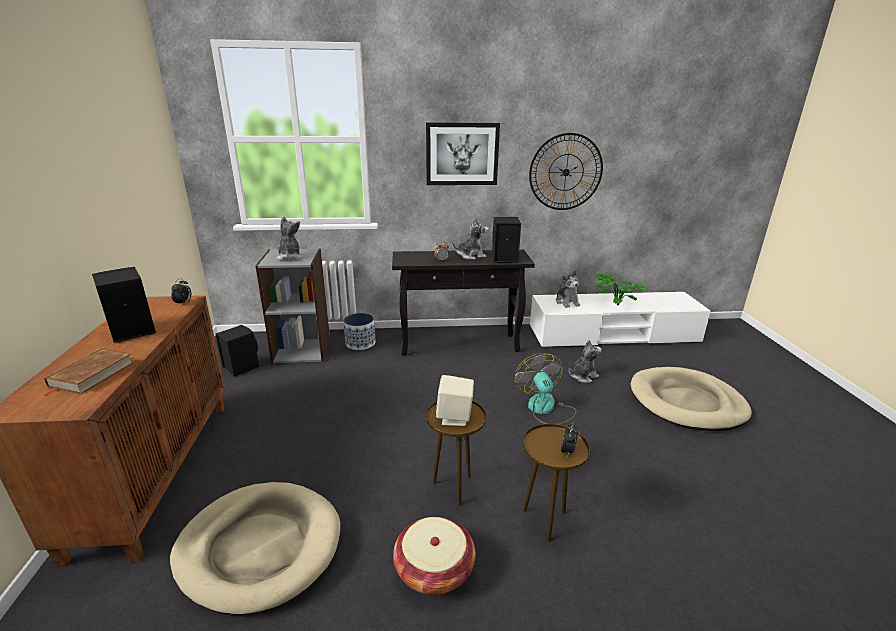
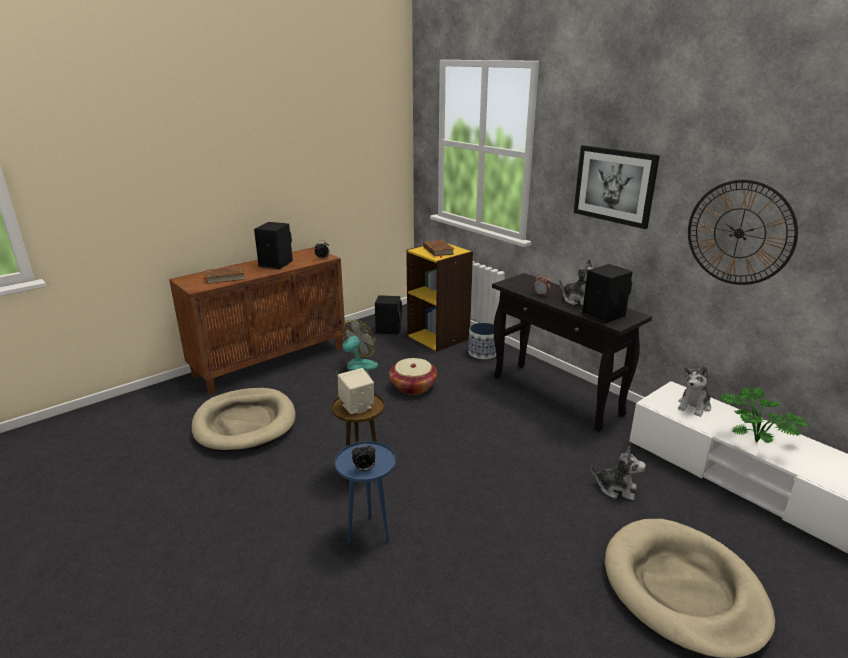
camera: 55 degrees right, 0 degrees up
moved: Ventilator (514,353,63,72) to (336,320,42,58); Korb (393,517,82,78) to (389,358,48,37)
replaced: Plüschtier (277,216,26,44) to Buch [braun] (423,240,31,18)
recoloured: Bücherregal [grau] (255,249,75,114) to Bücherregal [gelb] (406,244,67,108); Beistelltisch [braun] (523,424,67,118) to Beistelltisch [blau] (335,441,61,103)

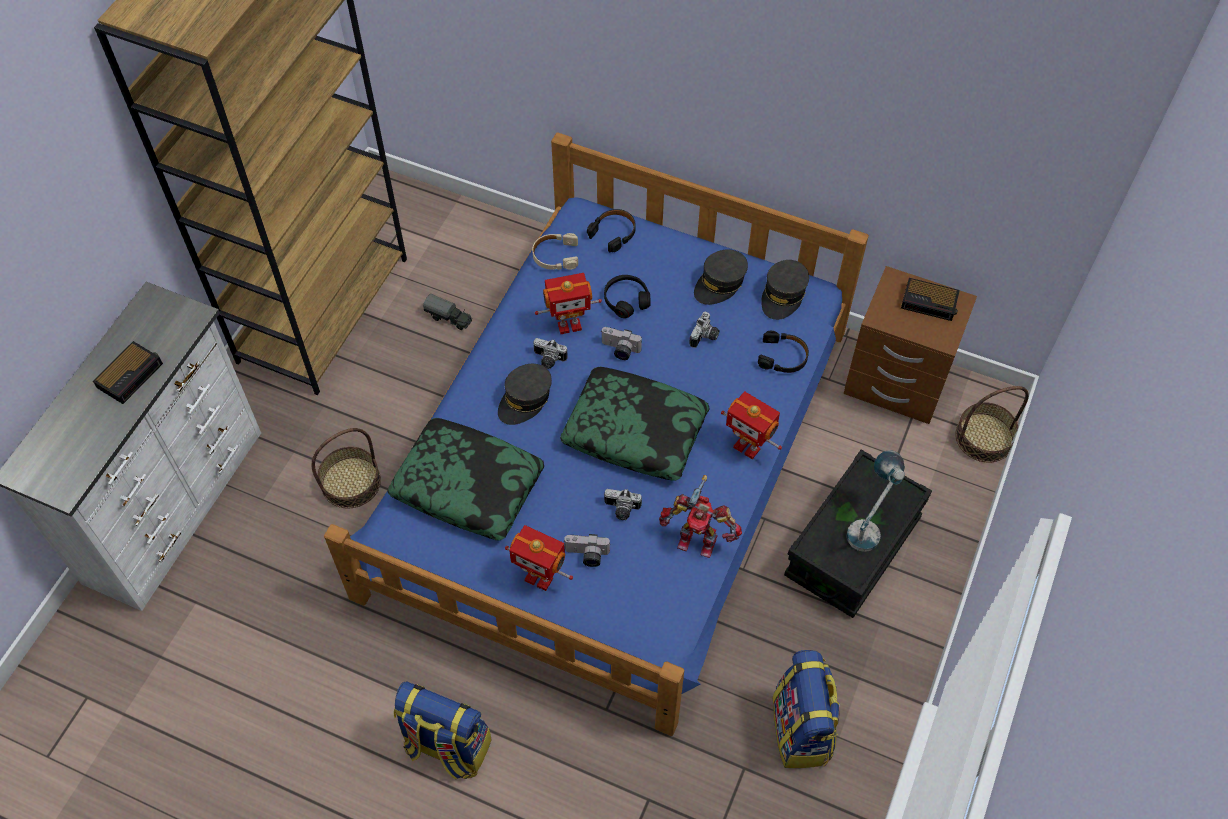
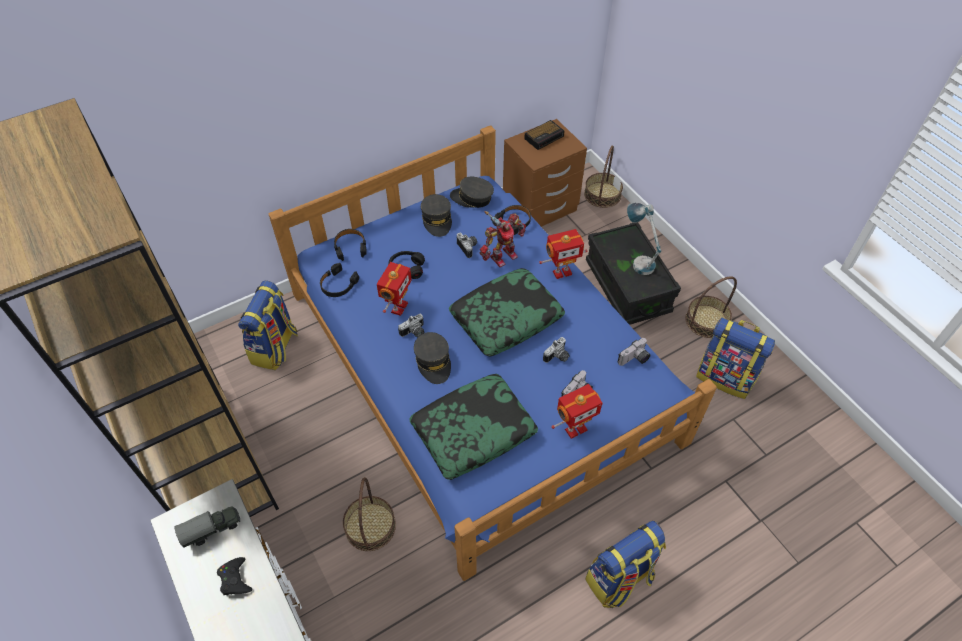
camera: 55 degrees left, 5 degrees down
added: Korb (685,276,52,62); Rucksack (238,280,60,90)
moved: Spielzeuglaster (423,294,49,36) to (174,506,66,42); Kamera (601,327,41,33) to (617,338,34,28); Spielzeugroboter (659,475,83,83) to (480,211,46,56)
replaced: Wecker (93,341,70,63) to Gamepad [schwarz] (217,557,36,38)
recoloured: Kopfhörer [beige] (532,233,46,37) to Kopfhörer [schwarz] (320,263,39,34)
turned: Kappe [grau] (761,260,48,60) = (450,177,44,31) 135 degrees clockwise

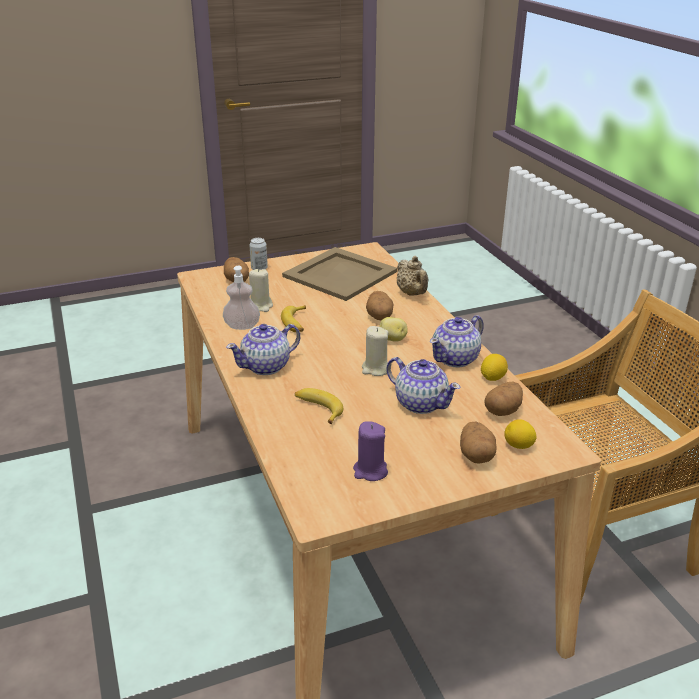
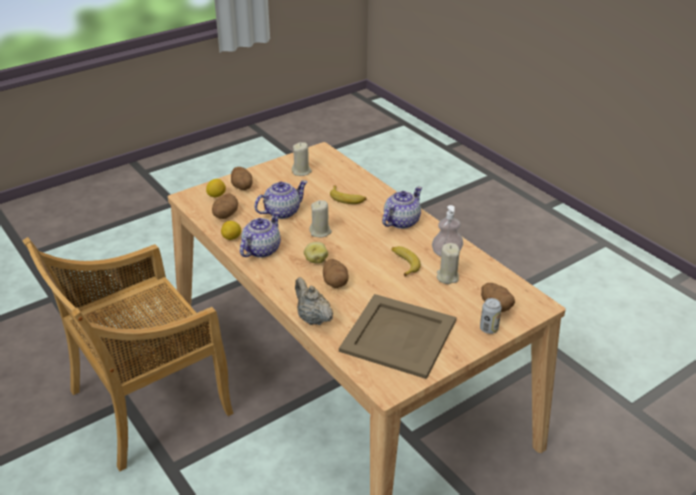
camera: 165 degrees right, 5 degrees up
recoloured: Kerze [lila] (353,421,35,60) to Kerze [beige] (292,142,20,34)
turned: Teekanne (387,357,74,57) = (254,180,54,39) 120 degrees clockwise

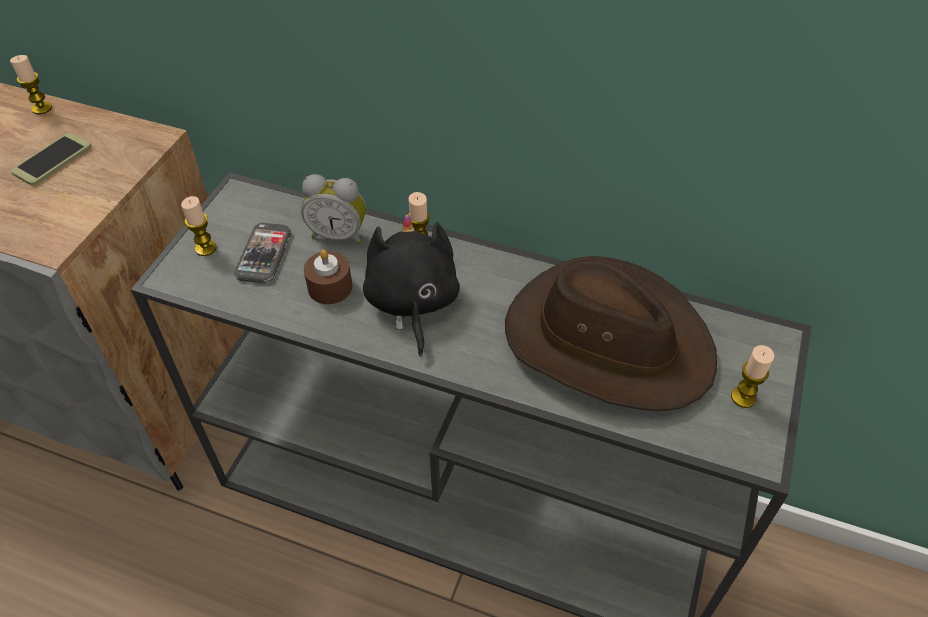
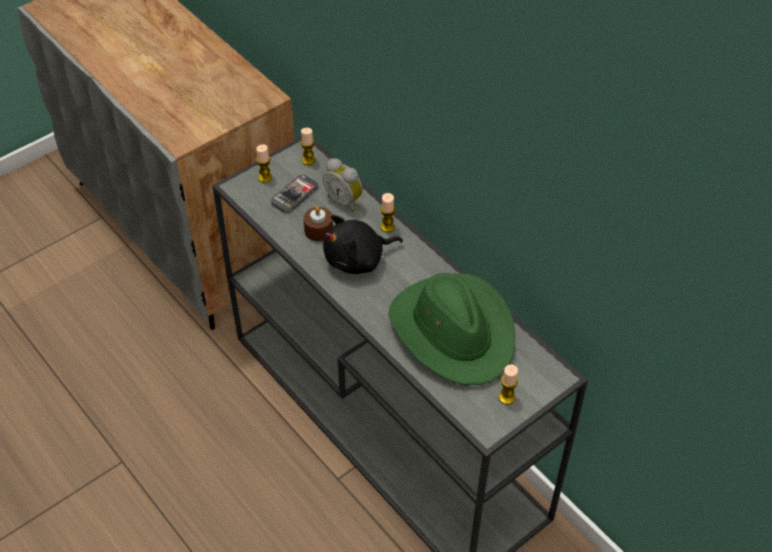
camera: 30 degrees right, 0 degrees up
removed: Handy (11,133,80,53)
moved: Kerze (10,55,42,60) to (300,128,16,37)
recoloured: Hut [braun] (505,256,212,155) to Hut [grün] (388,273,127,112)
turned: Plüschtier [schwarz] (363,214,97,143) = (323,215,80,59) 135 degrees counterclockwise

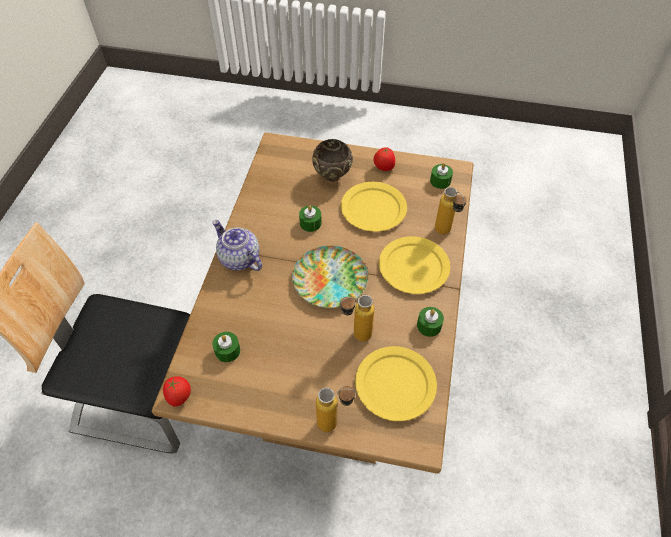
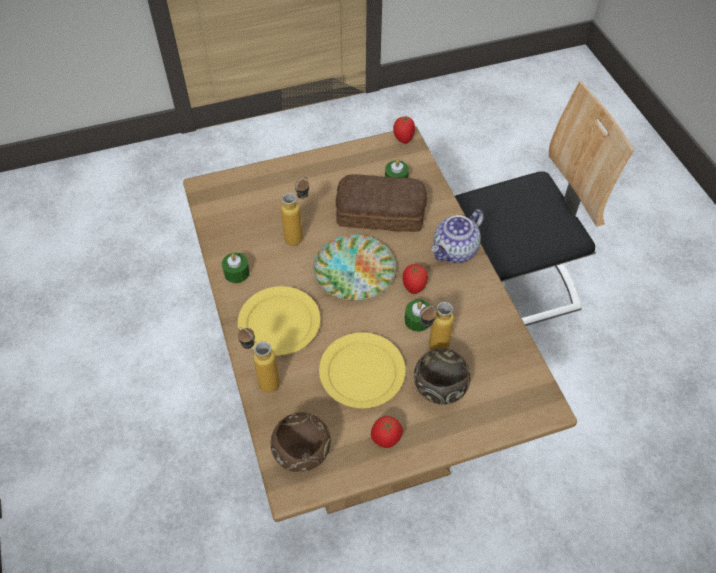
camera: 150 degrees right, 0 degrees up
removed: Teller [gelb] (355,346,82,75)
added: Brot (336,174,91,58); Tomate (403,264,25,30)
moved: Flasche (316,386,40,46) to (420,302,34,48)
replaced: Kerze [grün] (430,163,23,26) to Schüssel [braun] (271,412,60,60)
turned: Teekanne (212,220,50,51) = (431,209,53,54) 120 degrees clockwise

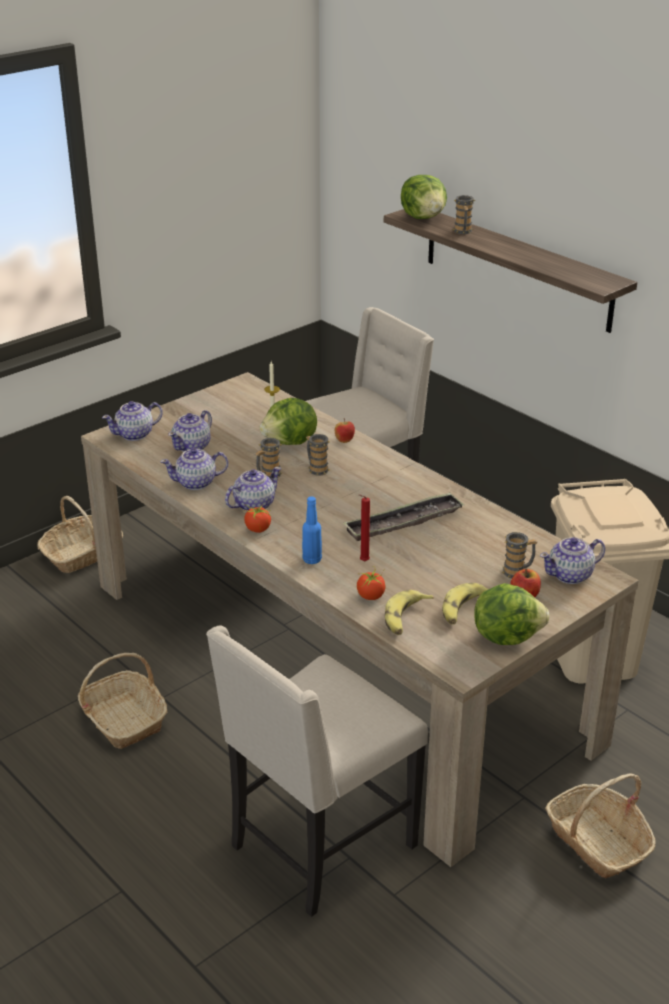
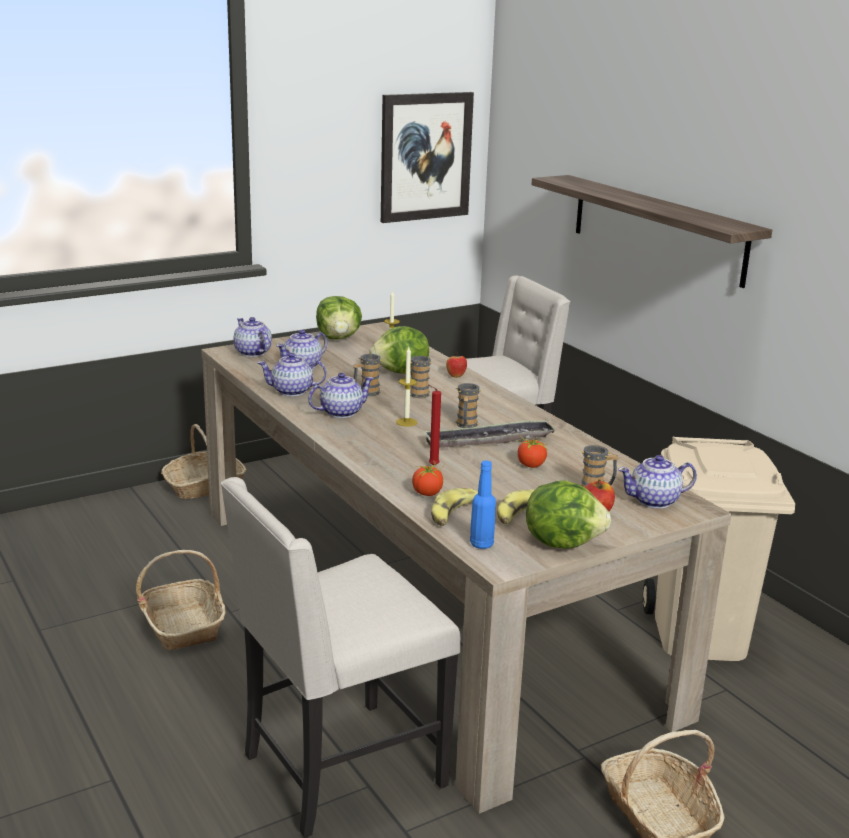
camera: 10 degrees right, 10 degrees down
added: Bild (381,92,93,131); Kerze (396,347,21,80)
moved: Salatkopf (401,175,46,44) to (316,296,46,44); Henkelbecher (452,195,23,39) to (455,383,26,45); Flasche [blau] (302,496,20,68) to (470,460,26,89); Tomate (243,505,28,28) to (517,436,31,32)
turned: Teekanne (102,401,61,40) = (233,317,39,40) 75 degrees clockwise

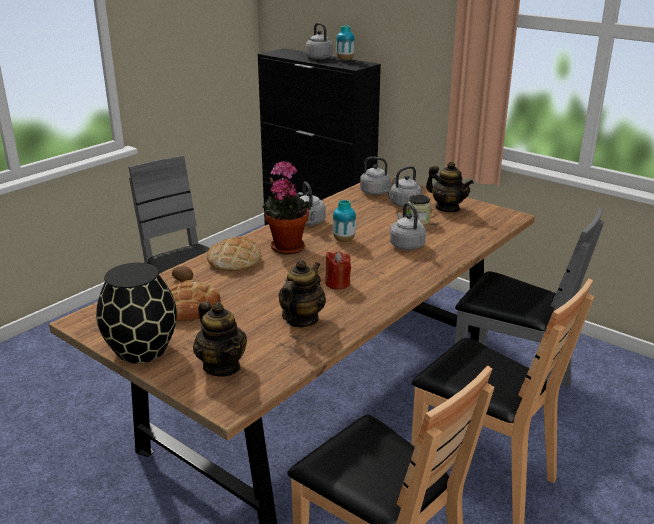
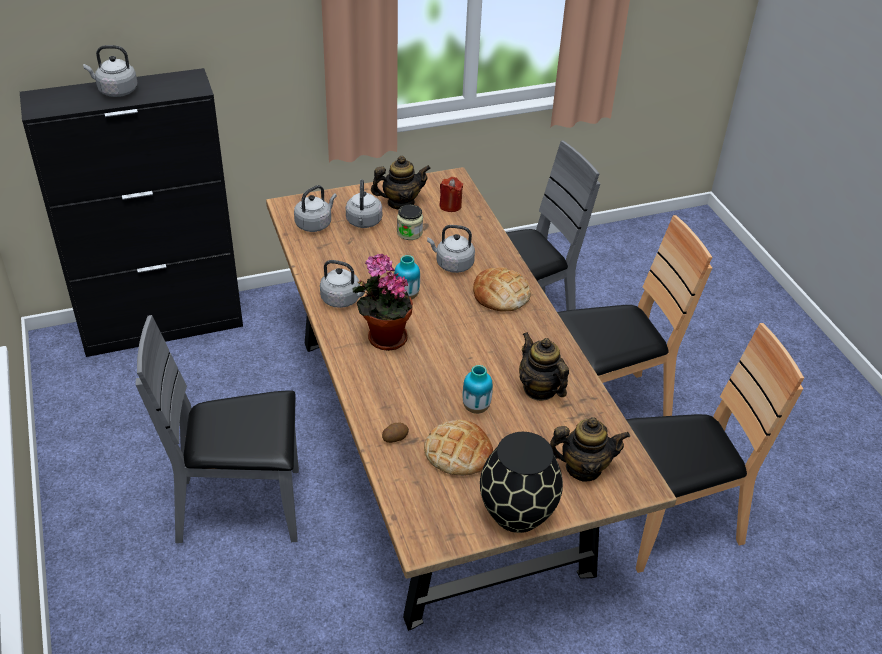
camera: 60 degrees left, 15 degrees up
moved: Vase (336,26,19,35) to (463,365,30,49); Brot (207,237,54,34) to (473,267,58,44); Kerze [rot] (325,251,26,39) to (439,177,24,35)

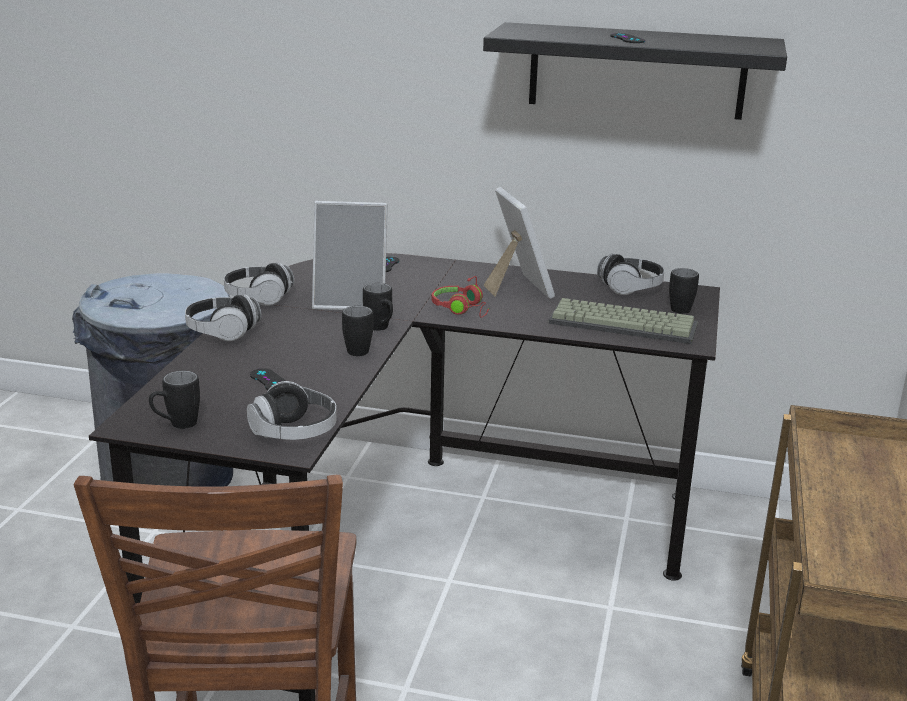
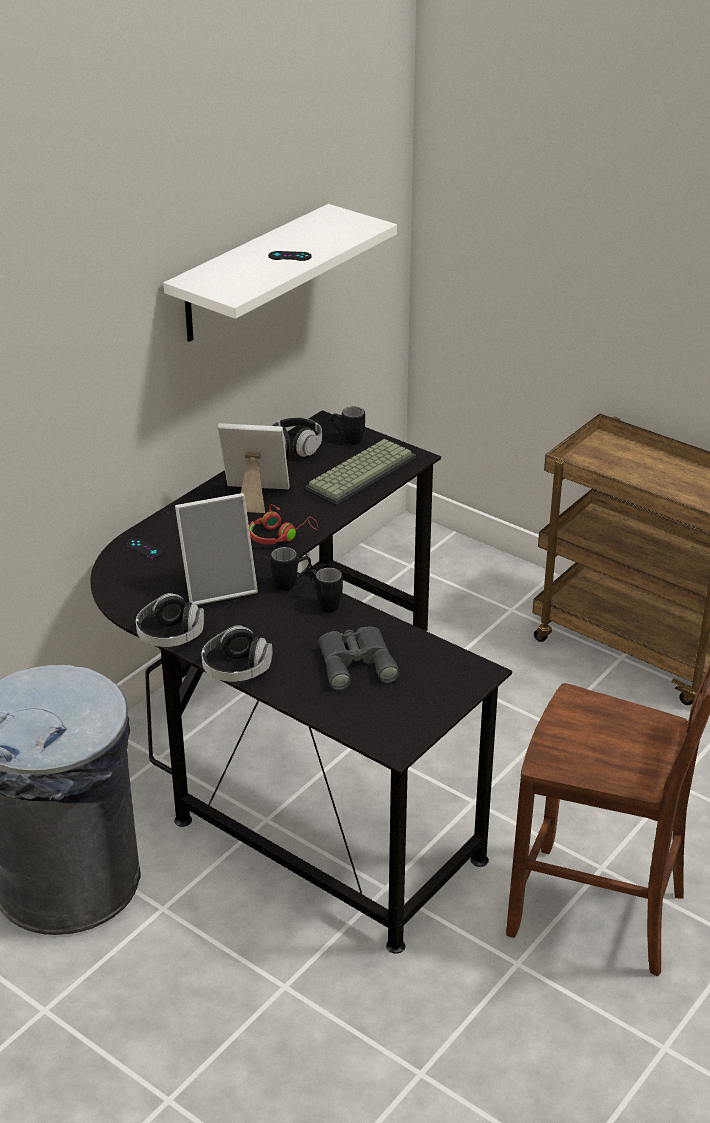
camera: 65 degrees left, 10 degrees up
removed: Henkelbecher [schwarz] (149,371,51,58); Kopfhörer (247,381,90,59)
replaced: Gamepad [schwarz] (250,368,36,22) to Fernglas [grau] (318,627,82,63)
recoloured: Wandregal [schwarz] (483,22,304,98) to Wandregal [weiß] (164,204,233,138)
turned: Bilderrahmen (312,201,76,109) = (175,493,83,112) 45 degrees clockwise

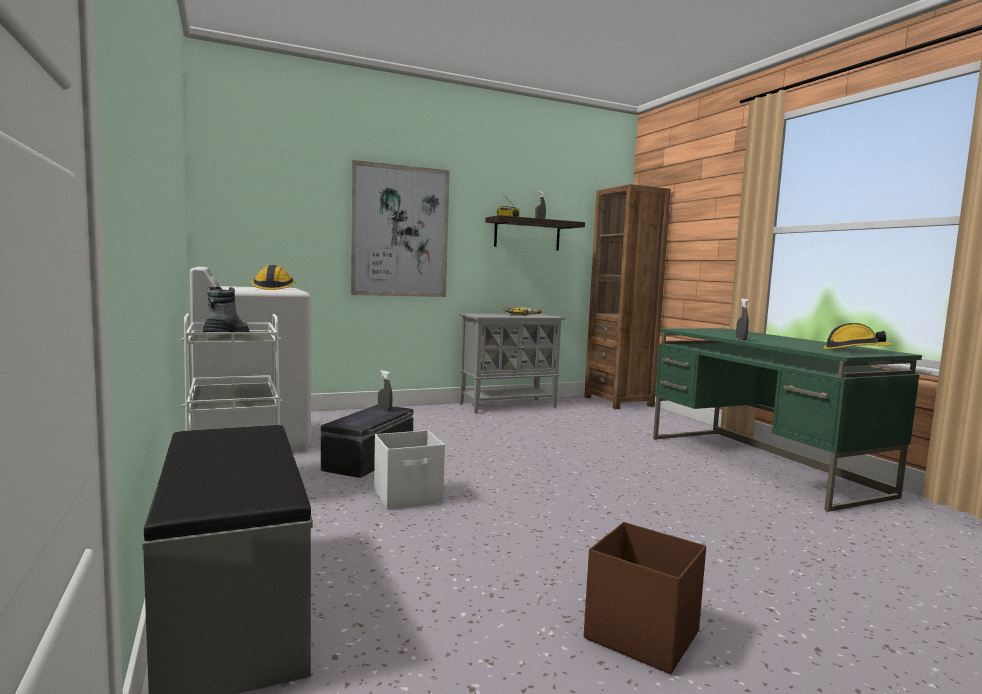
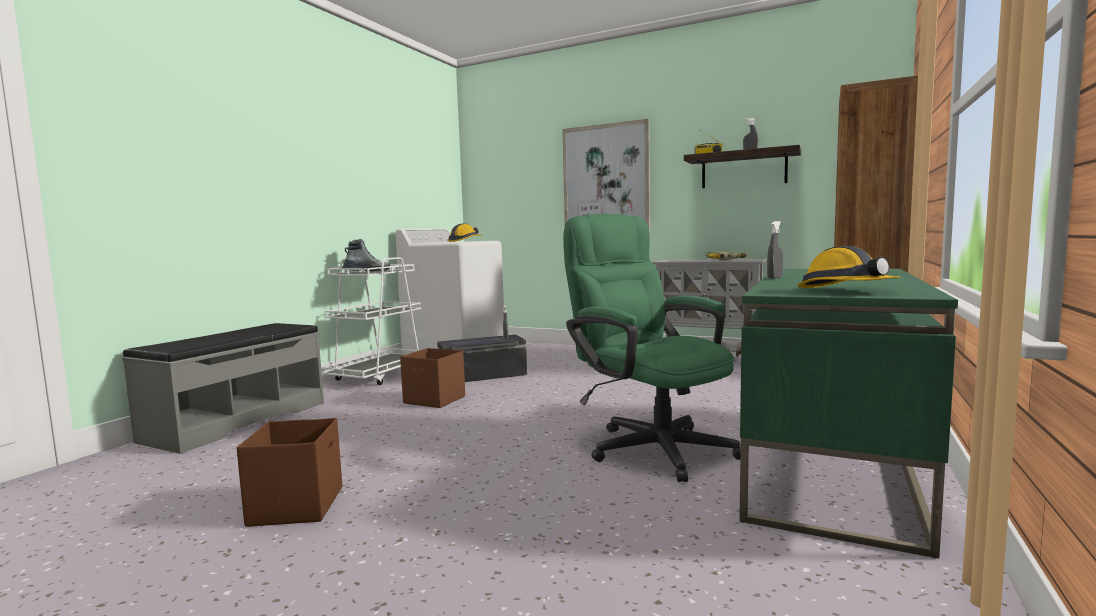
camera: 50 degrees right, 0 degrees up
added: Bürostuhl [grün] (563,214,178,268)
recoloured: Aufbewahrungsbox [weiß] (374,430,71,80) to Aufbewahrungsbox [braun] (400,348,65,60)

